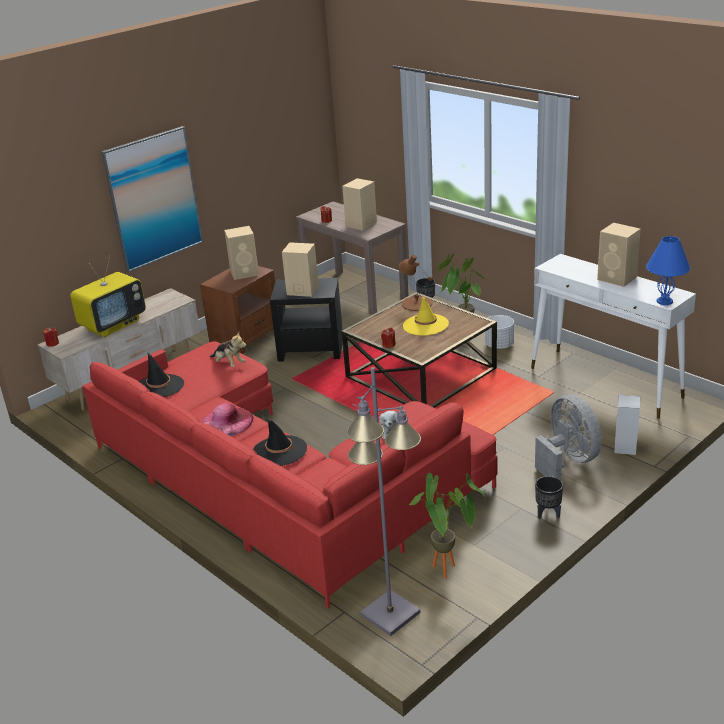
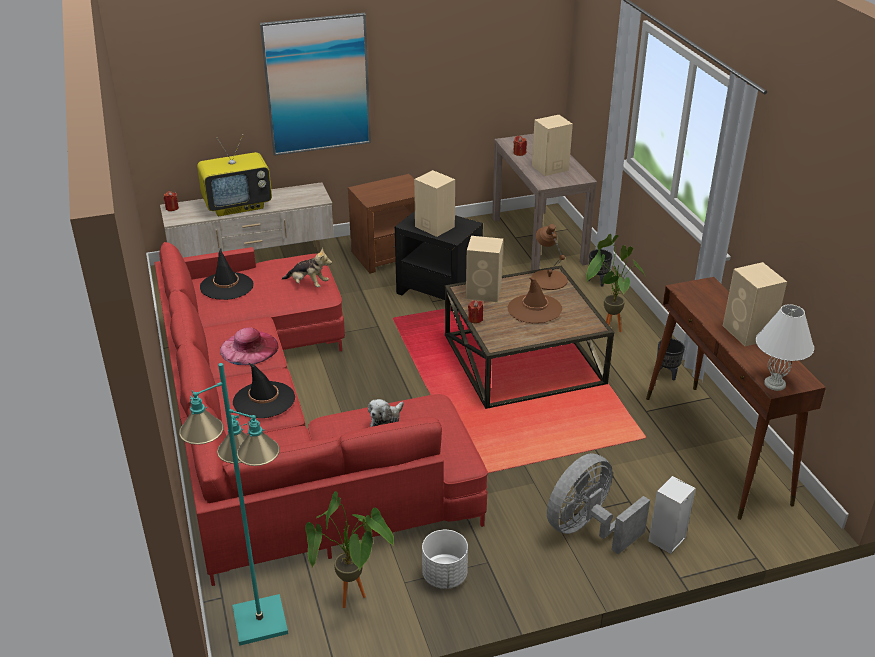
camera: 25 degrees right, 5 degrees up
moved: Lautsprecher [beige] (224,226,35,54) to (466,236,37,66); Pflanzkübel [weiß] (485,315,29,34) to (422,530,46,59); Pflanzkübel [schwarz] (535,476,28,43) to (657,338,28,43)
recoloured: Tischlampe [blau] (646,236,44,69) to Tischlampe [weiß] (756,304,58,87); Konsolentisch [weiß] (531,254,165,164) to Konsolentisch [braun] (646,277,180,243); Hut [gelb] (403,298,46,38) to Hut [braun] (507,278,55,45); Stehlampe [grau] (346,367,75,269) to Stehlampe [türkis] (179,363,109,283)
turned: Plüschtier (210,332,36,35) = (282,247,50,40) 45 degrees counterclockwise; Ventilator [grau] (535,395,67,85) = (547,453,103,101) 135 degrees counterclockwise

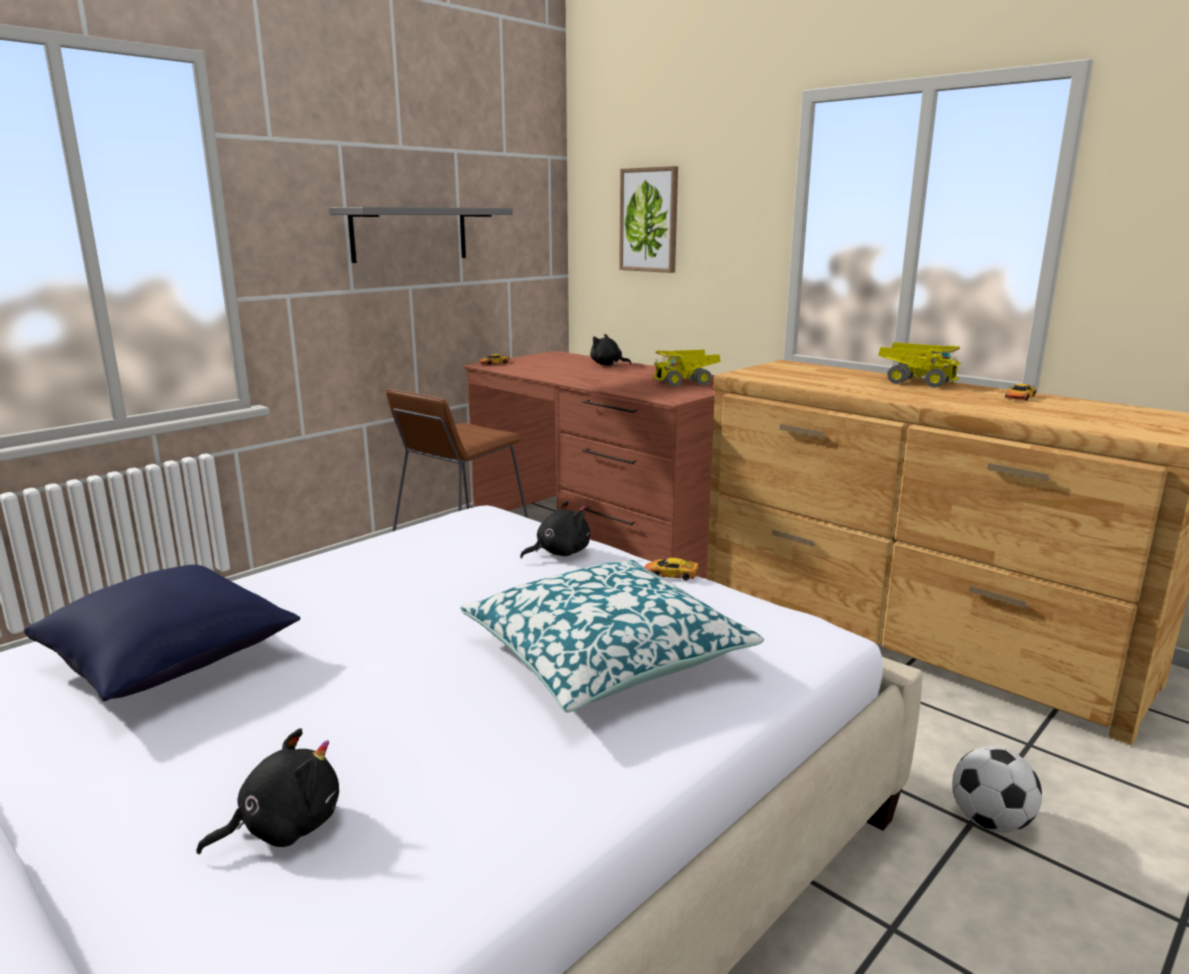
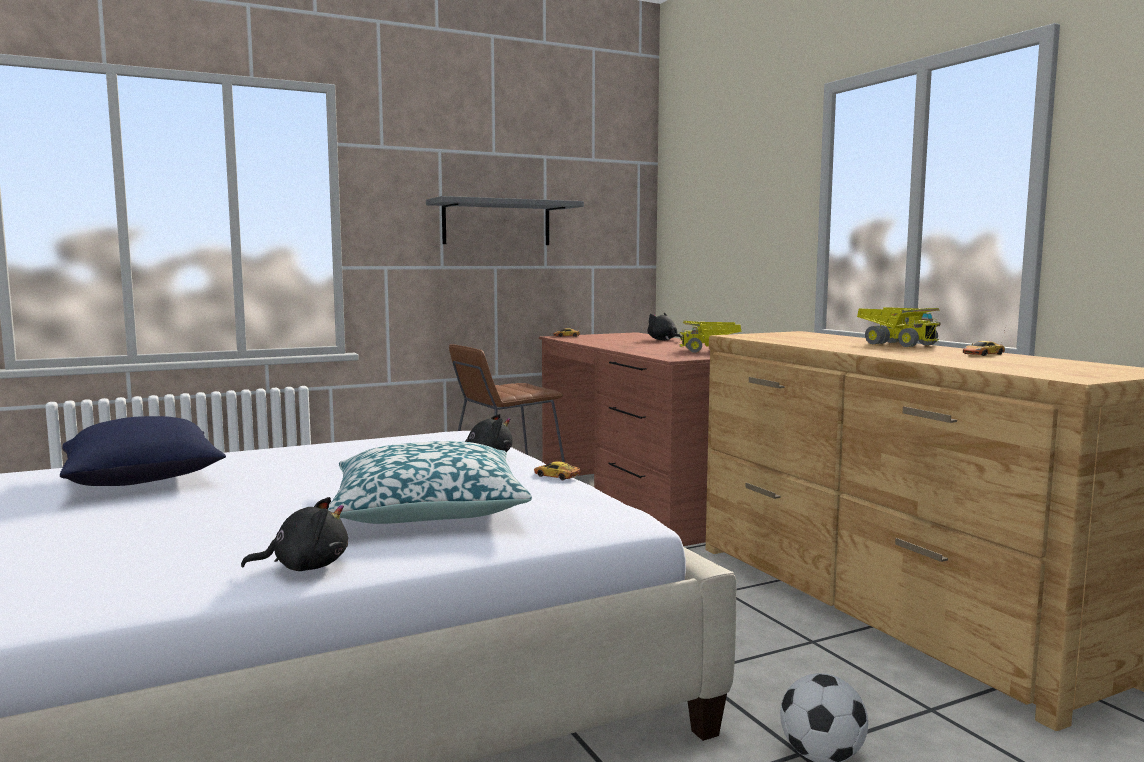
camera: 20 degrees right, 10 degrees down
removed: Bild (619,166,59,107)
moved: Plüschtier [schwarz] (196,728,143,126) to (241,497,107,74)

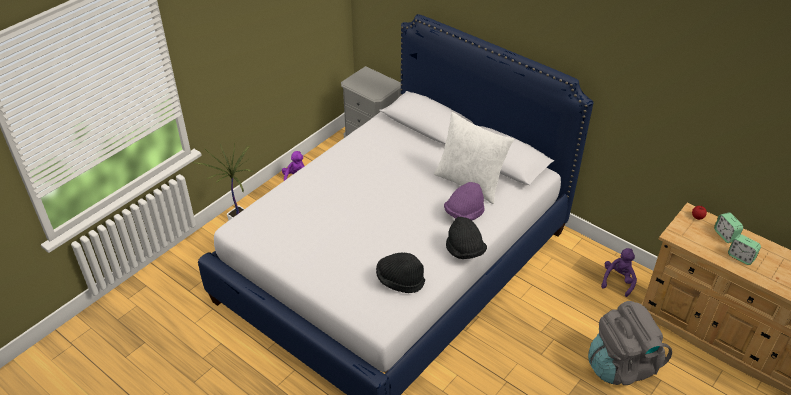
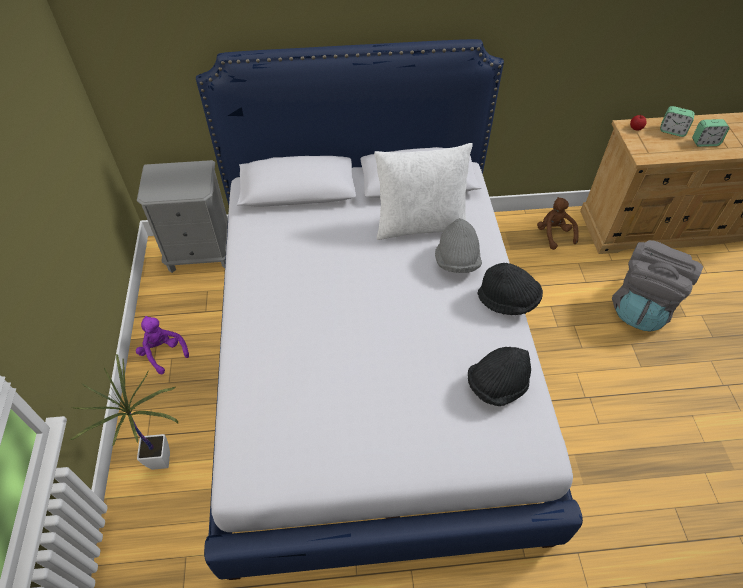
camera: 45 degrees left, 10 degrees up
recoloured: Hut [lila] (444,182,41,38) to Hut [grau] (435,218,47,55); Plüschtier [lila] (601,248,36,49) to Plüschtier [braun] (537,197,42,53)

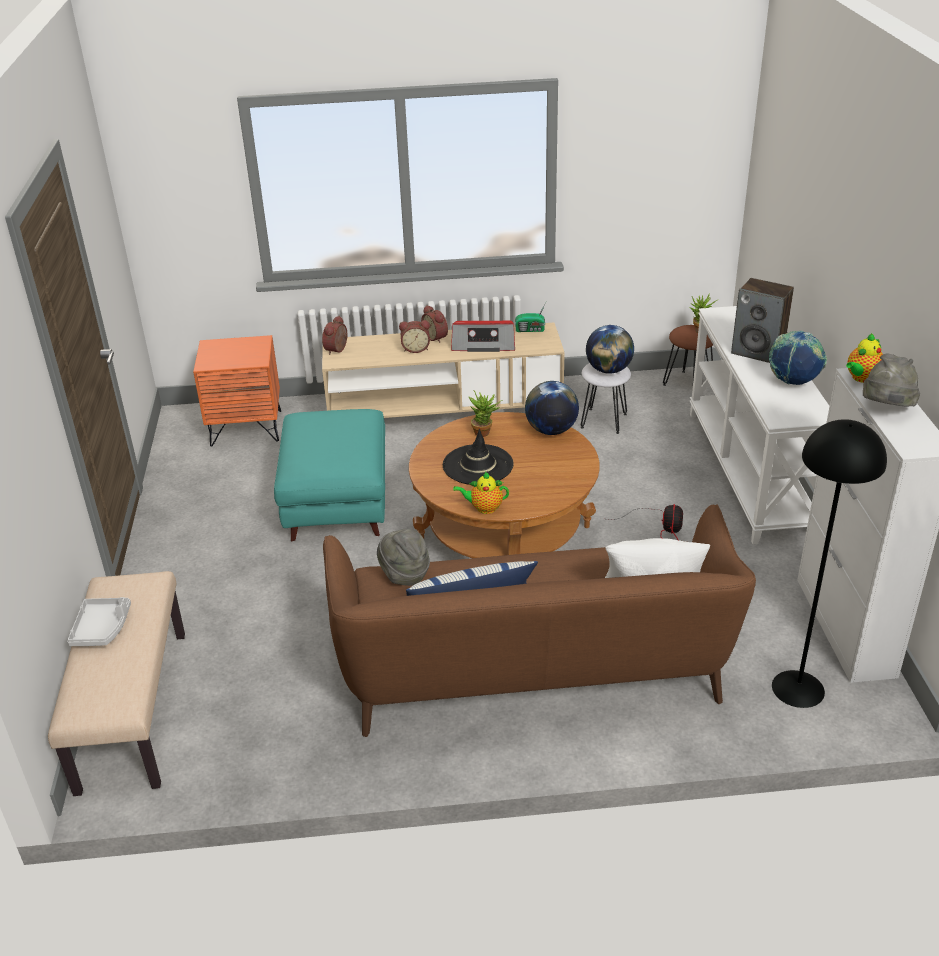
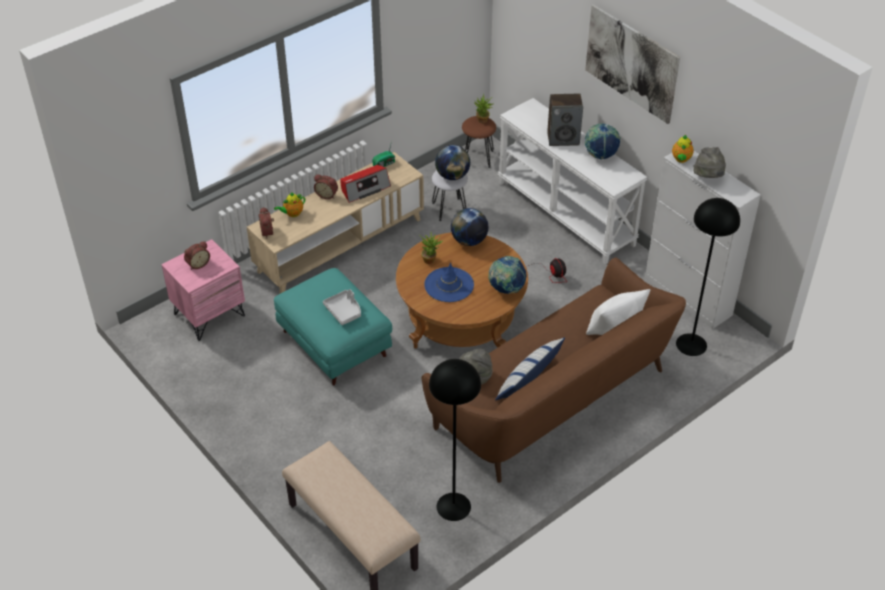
camera: 35 degrees left, 10 degrees up
added: Bild (585,4,95,120); Globus (488,256,39,38); Stehlampe [schwarz] (429,359,52,162)
moved: Wecker (399,320,31,33) to (184,242,26,28); Teekanne (453,472,56,42) to (274,192,31,25); Tablett [grau] (67,597,64,49) to (323,289,38,36)
recoloured: Nachttisch [orange] (193,335,88,112) to Nachttisch [rosa] (161,239,84,102); Hut [schwarz] (443,429,71,56) to Hut [blau] (424,263,50,39)

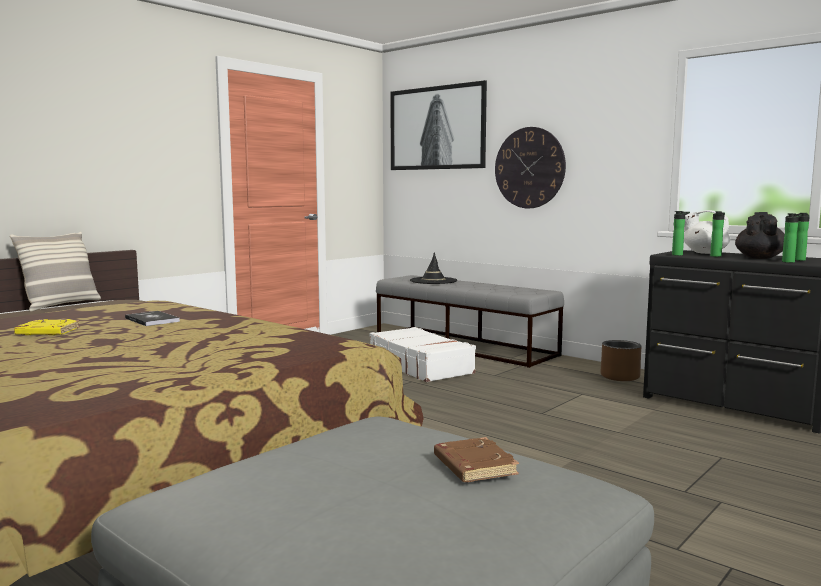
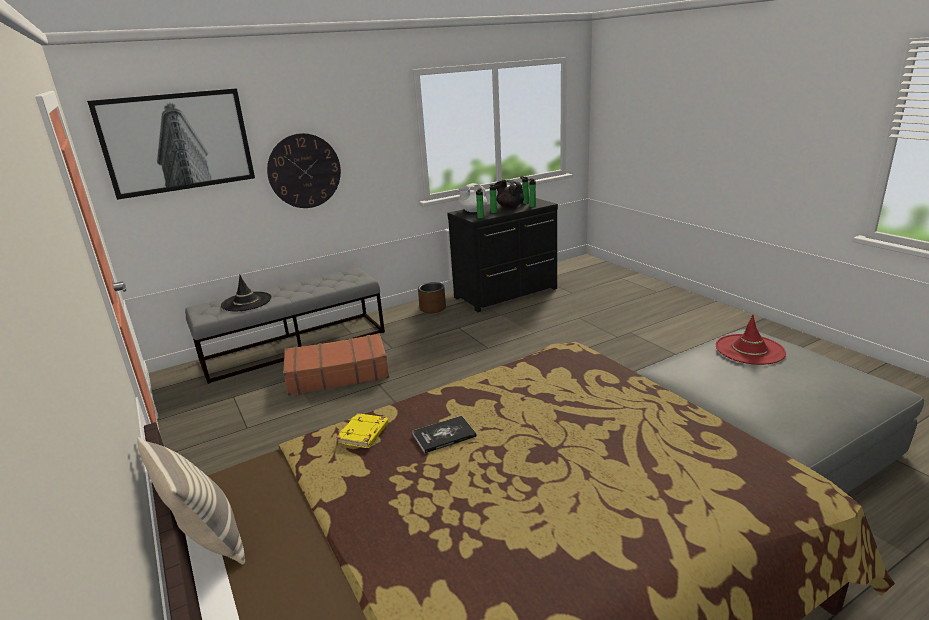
camera: 70 degrees left, 15 degrees up
moved: Buch [gelb] (14,319,66,16) to (336,413,53,35)
replaced: Buch [braun] (434,437,85,45) to Hut [rot] (716,315,70,50)
recoloured: Koffer [weiß] (369,327,107,55) to Koffer [braun] (283,333,106,63)

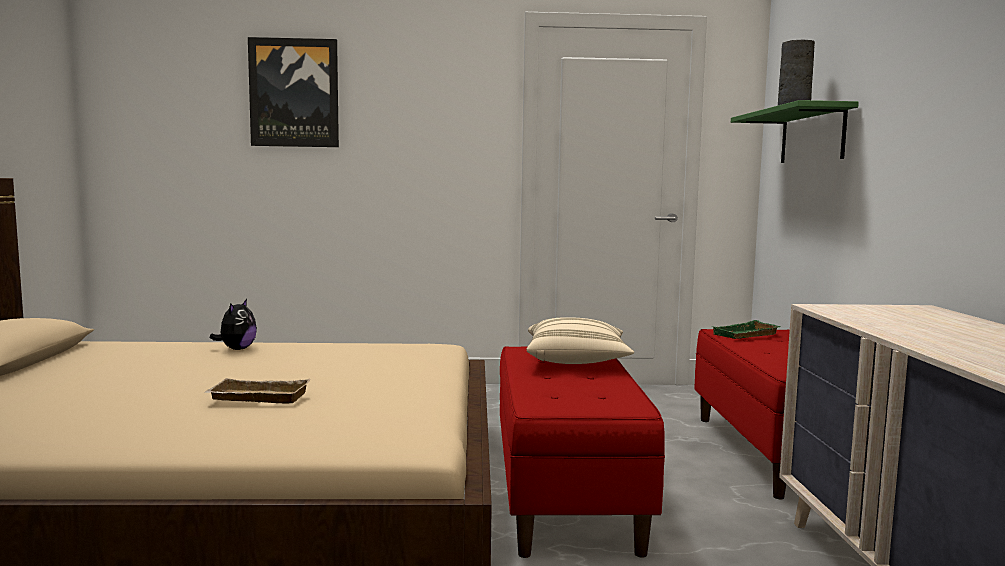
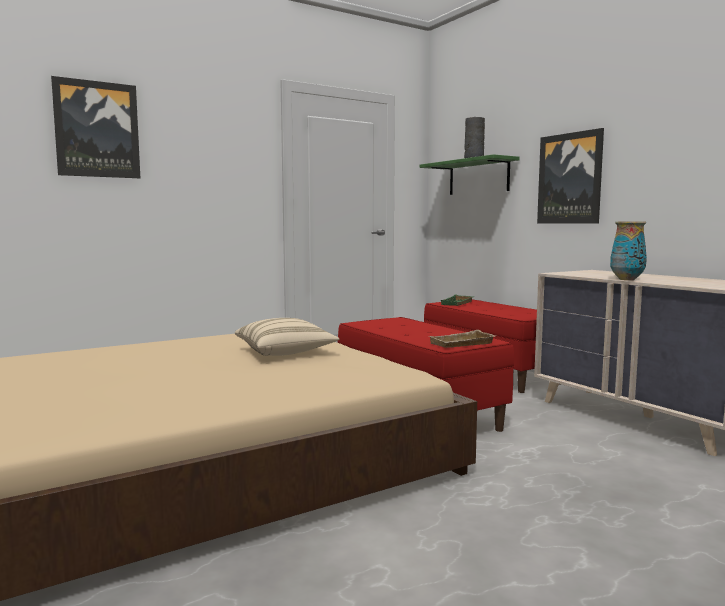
camera: 30 degrees left, 0 degrees up
removed: Plüschtier (209,299,48,51)
added: Bild (537,128,67,96); Vase (610,222,37,58)
moved: Kissen [beige] (527,317,107,47) to (235,318,105,38); Tablett [beige] (204,378,106,26) to (430,330,66,18)

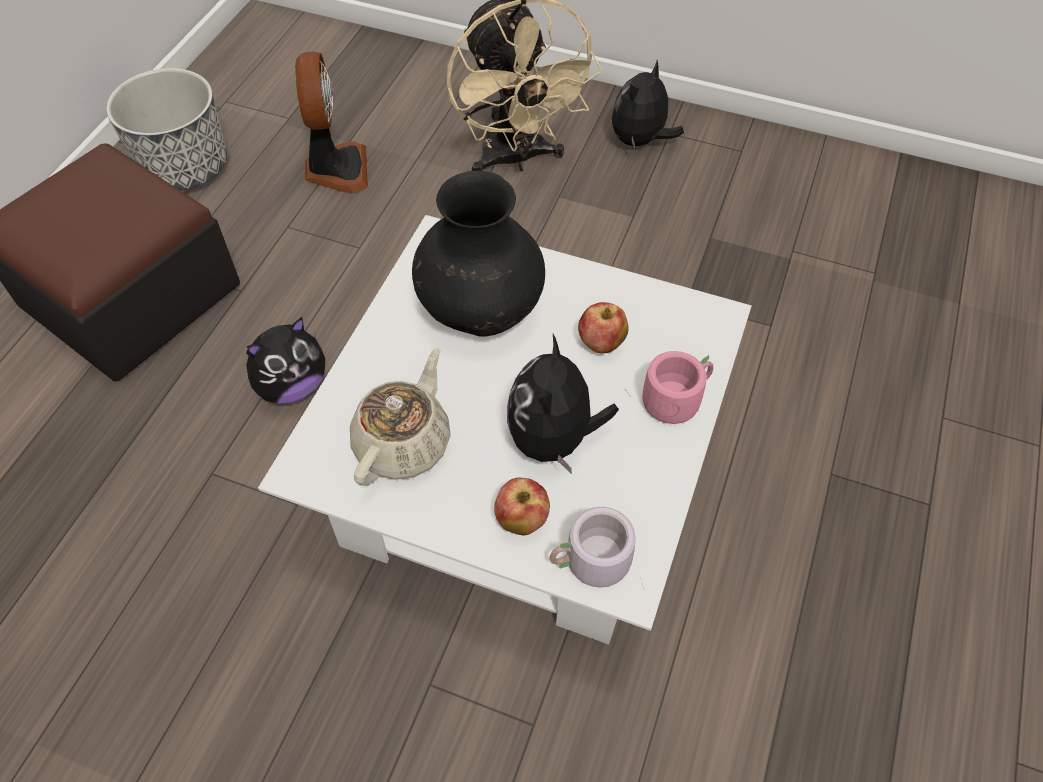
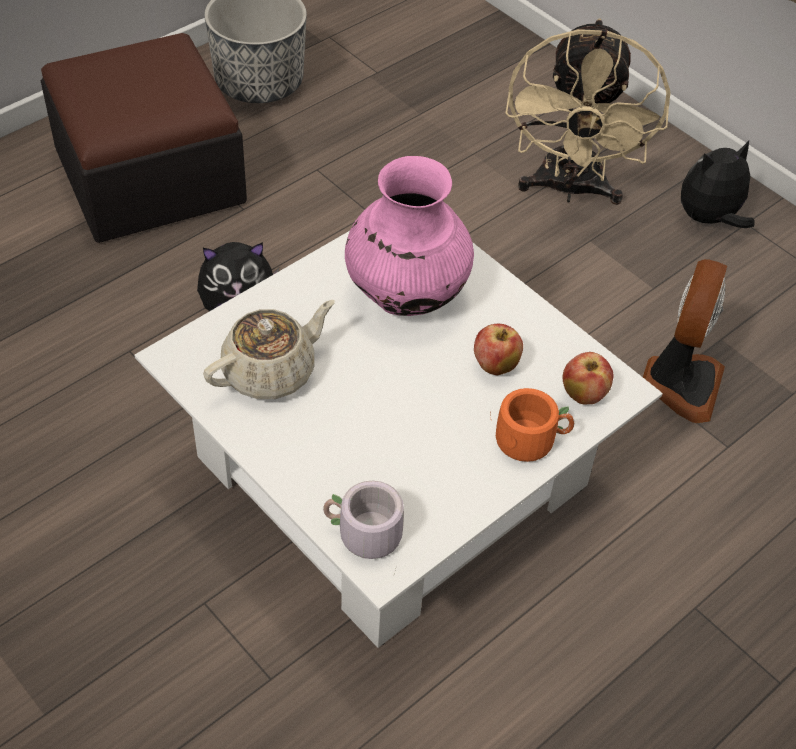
camera: 25 degrees right, 5 degrees down
removed: Plüschtier (507,334,112,140)
moved: Ventilator (295,52,73,141) to (643,259,84,164); Apfel (494,478,56,58) to (562,352,51,52)
recoloured: Vase [schwarz] (412,171,133,166) to Vase [rosa] (345,156,129,160); Henkelbecher [rosa] (625,351,88,73) to Henkelbecher [orange] (490,388,84,74)

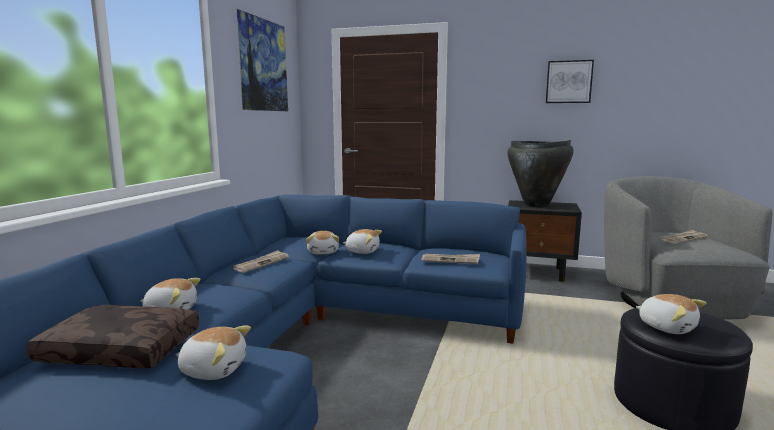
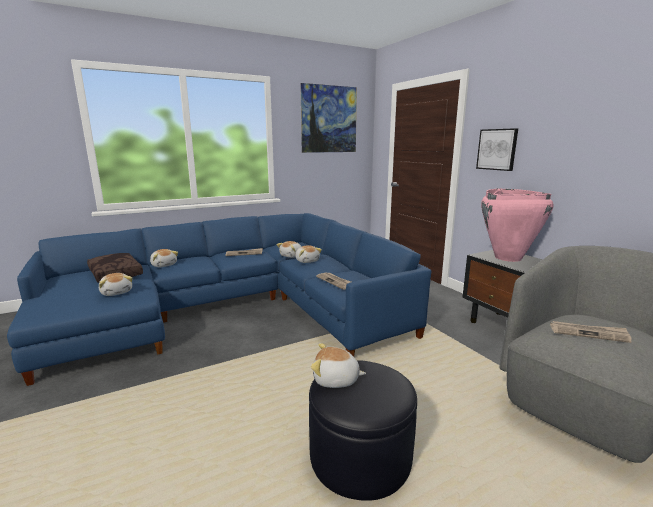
camera: 45 degrees right, 5 degrees up
moved: Bild (546,60,48,43) to (476,128,42,43)
recoloured: Vase [schwarz] (507,140,67,68) to Vase [rosa] (481,188,72,74)
turned: Plüschtier (636,294,70,40) = (311,343,55,45) 90 degrees clockwise

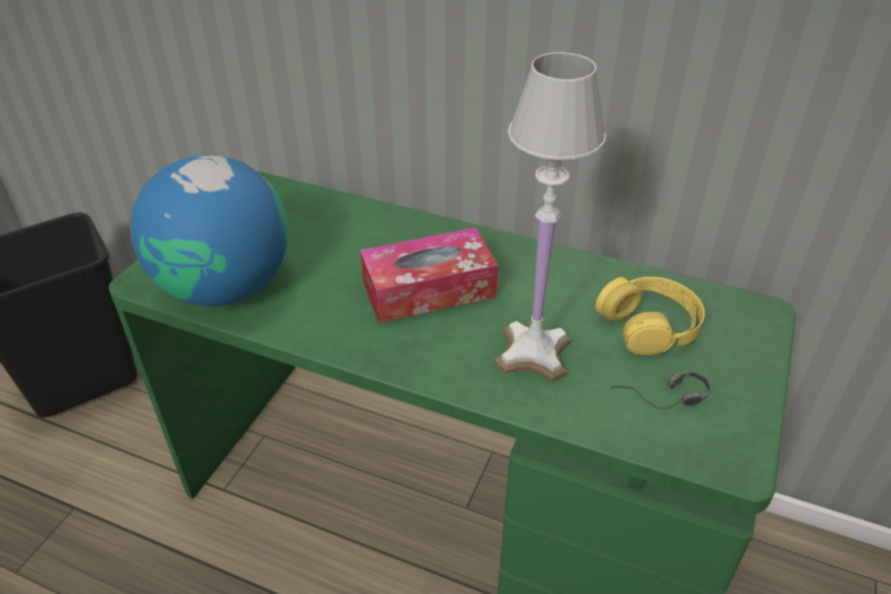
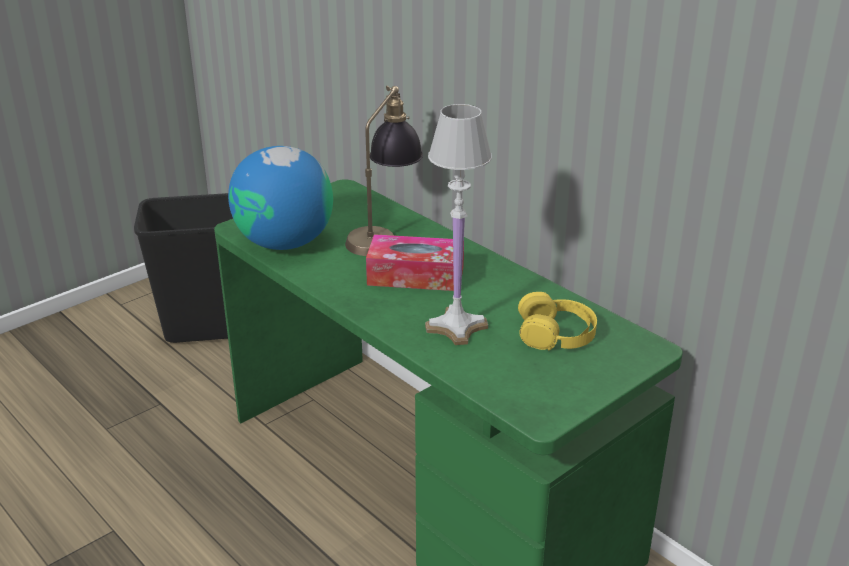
camera: 25 degrees right, 10 degrees down
removed: Kopfhörer (610,372,101,37)
added: Tischlampe (345,85,78,171)

